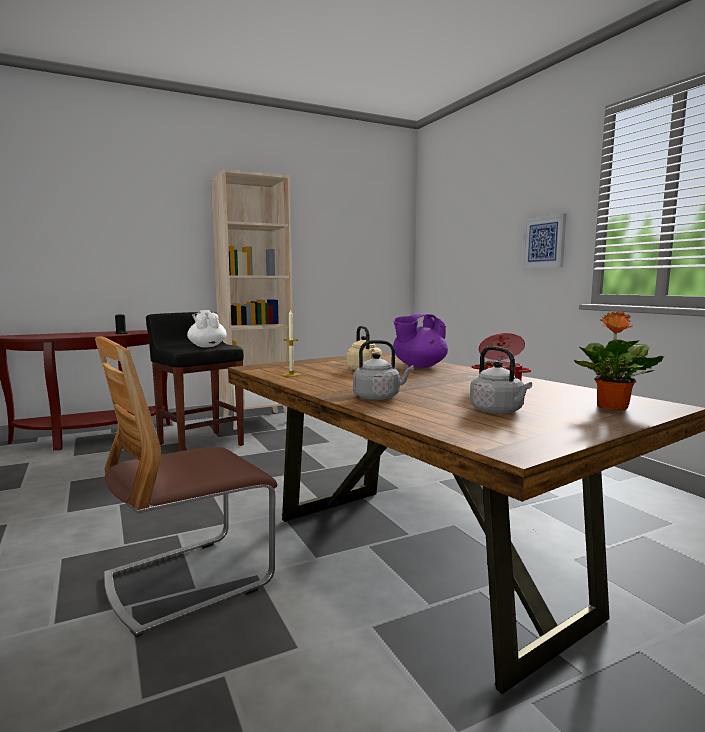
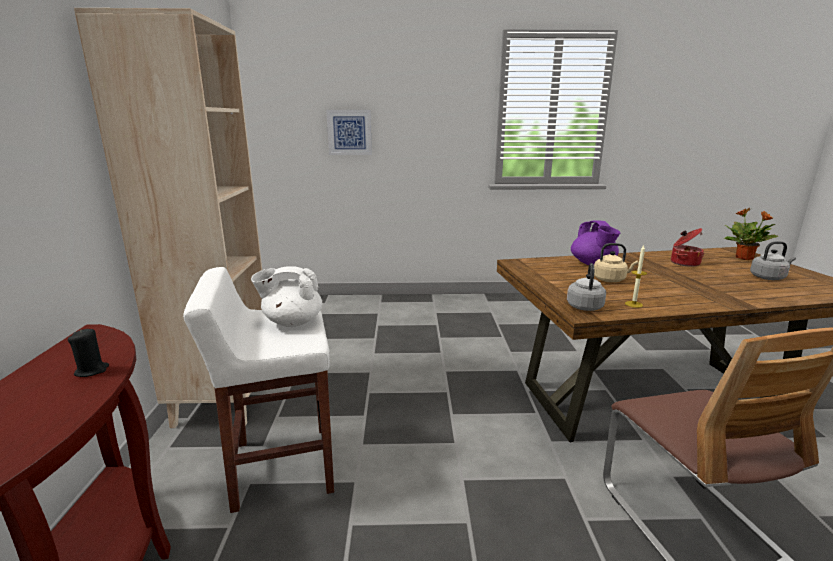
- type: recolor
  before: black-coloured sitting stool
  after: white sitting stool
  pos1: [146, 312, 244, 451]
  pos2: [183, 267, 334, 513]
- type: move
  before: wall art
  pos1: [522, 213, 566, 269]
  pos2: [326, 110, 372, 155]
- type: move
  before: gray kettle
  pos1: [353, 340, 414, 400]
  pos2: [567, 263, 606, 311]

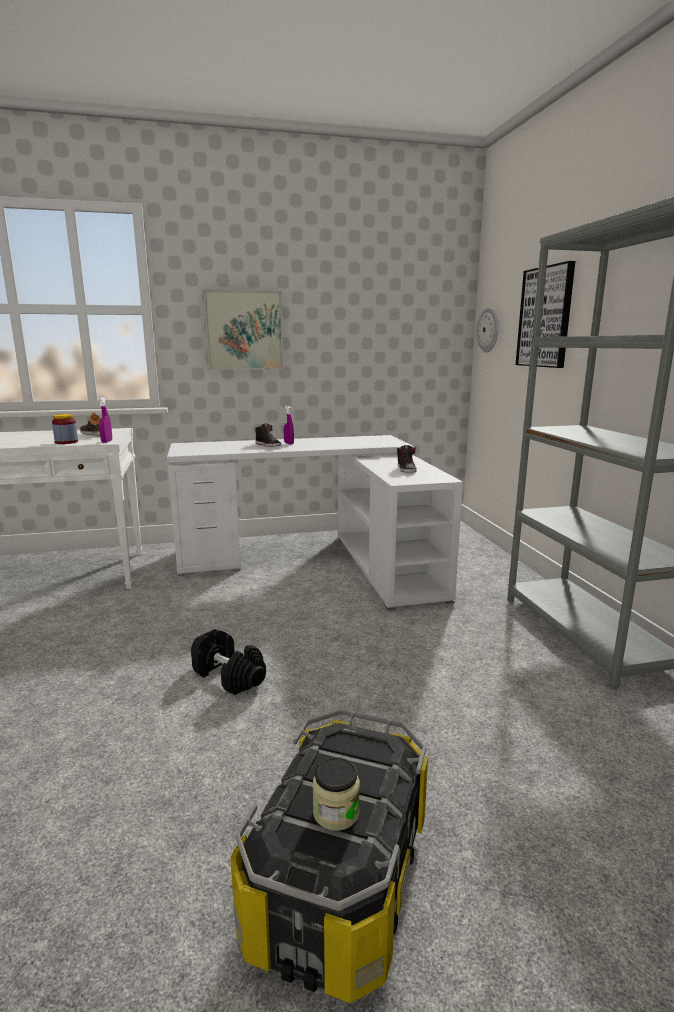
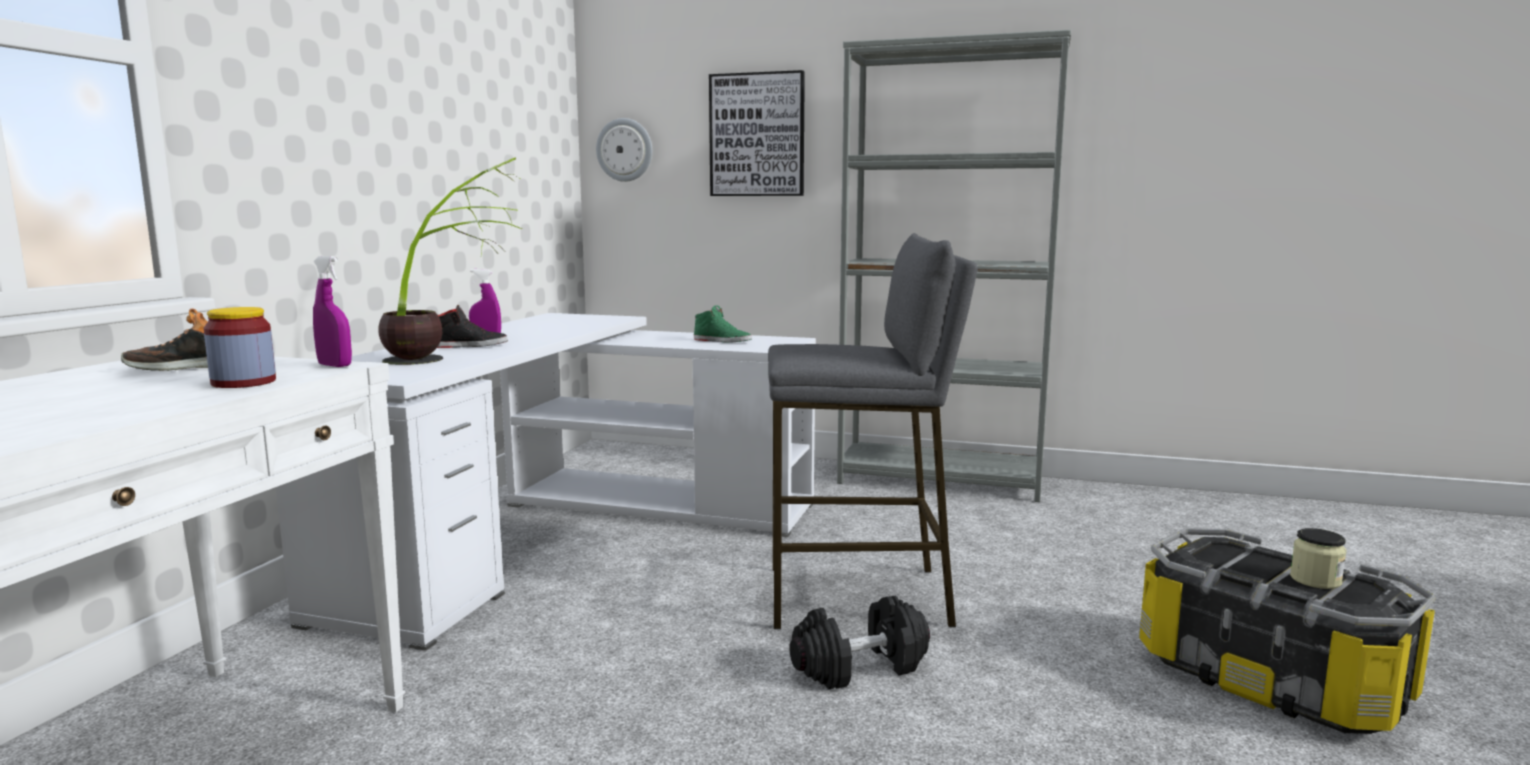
- type: insert
  after: houseplant
  pos2: [379, 157, 522, 365]
- type: recolor
  before: black-coloured low shoe
  after: greenish low shoe
  pos1: [397, 445, 417, 473]
  pos2: [694, 305, 752, 343]
- type: insert
  after: gray sitting stool
  pos2: [768, 233, 978, 629]
- type: delete
  before: wall art
  pos1: [204, 290, 284, 370]

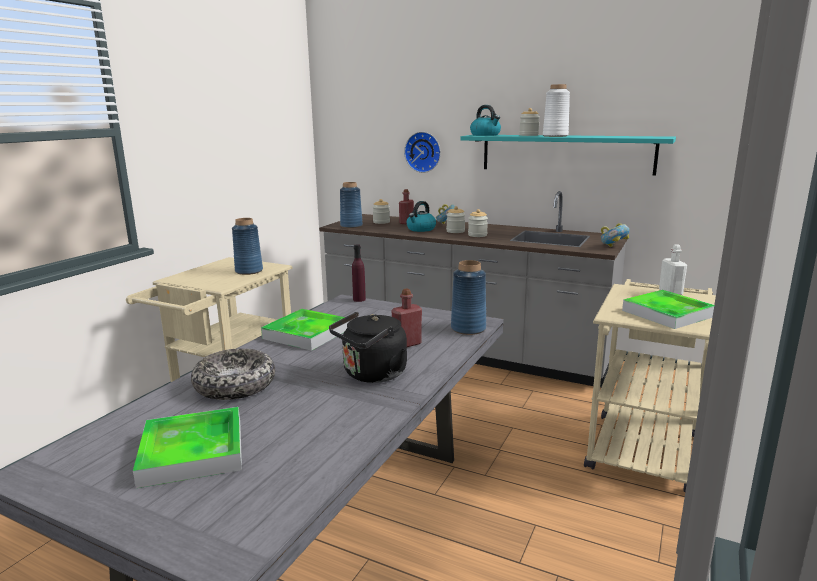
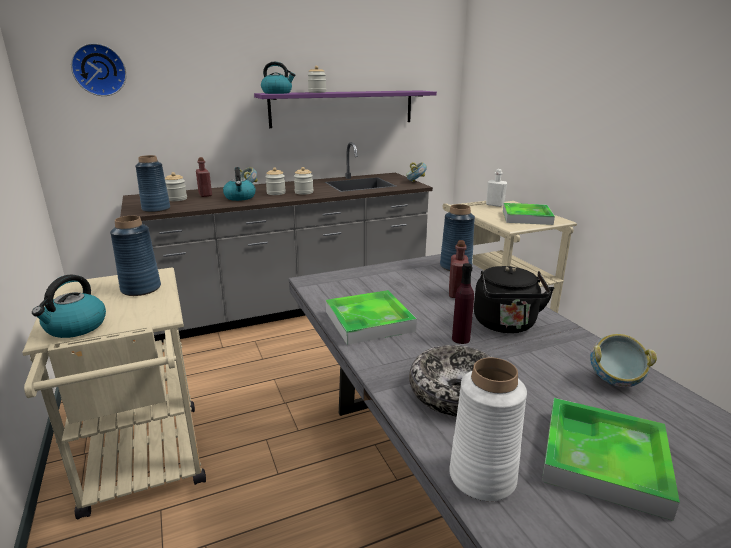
- type: insert
  after: kettle
  pos2: [32, 274, 106, 338]
- type: move
  before: clock on the wall
  pos1: [404, 132, 441, 173]
  pos2: [71, 43, 126, 96]
- type: recolor
  before: turquoise-coloured shelf
  after: purple-coloured shelf
  pos1: [460, 135, 676, 176]
  pos2: [254, 90, 437, 128]
- type: move
  before: white flower vase
  pos1: [543, 84, 570, 137]
  pos2: [449, 358, 527, 501]
- type: move
  before: purple-coloured drink bottle
  pos1: [352, 244, 366, 302]
  pos2: [452, 263, 474, 344]
- type: insert
  after: serving bowl
  pos2: [590, 334, 657, 387]

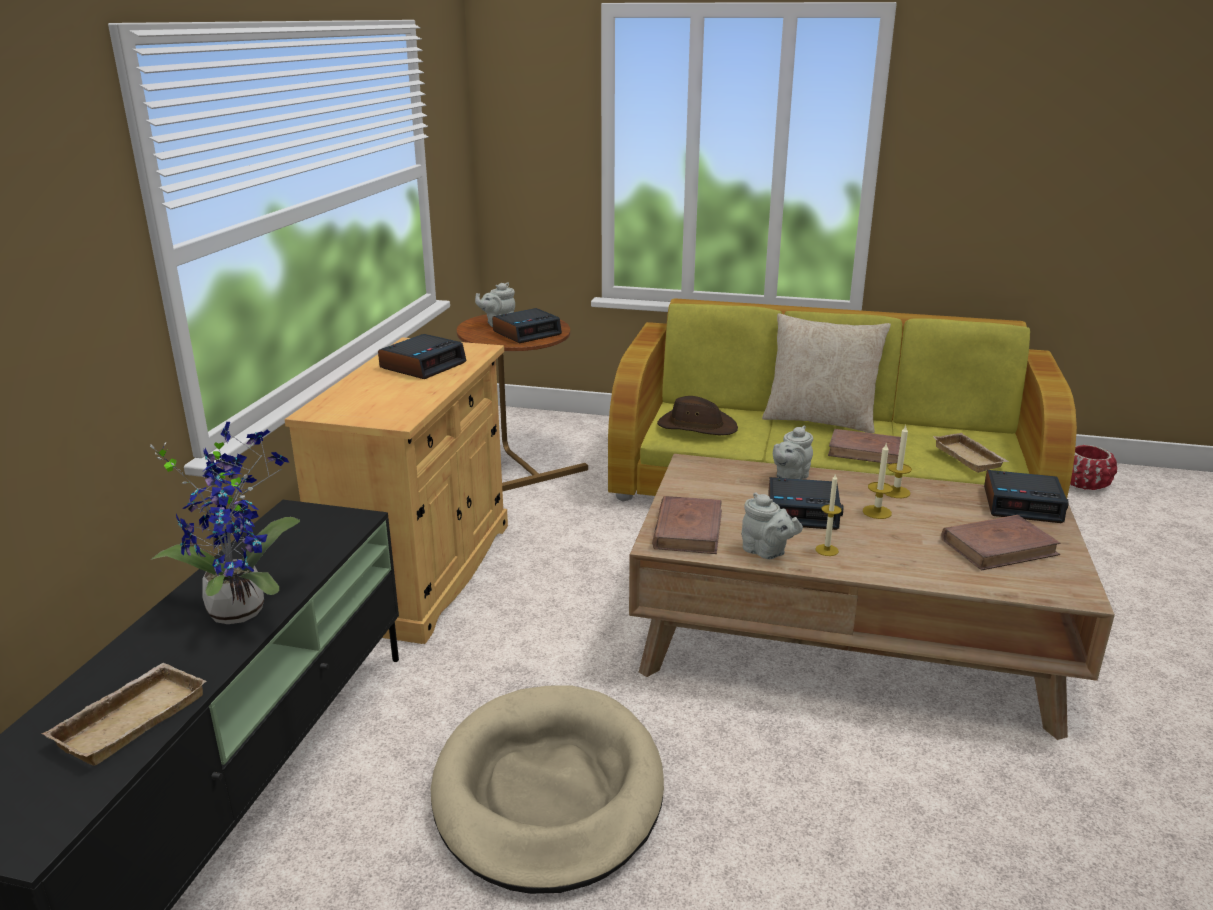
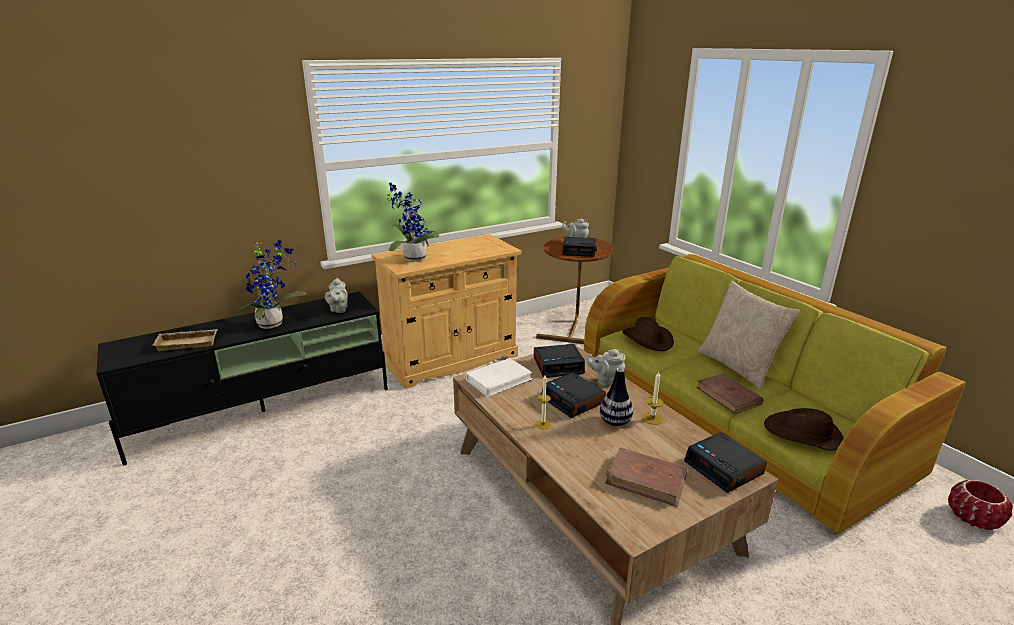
- type: move
  before: gray pot for tea
  pos1: [742, 492, 803, 559]
  pos2: [325, 277, 348, 313]
- type: insert
  after: houseplant
  pos2: [387, 183, 439, 262]
- type: recolor
  before: brownish bound book
  after: white bound book
  pos1: [652, 496, 722, 554]
  pos2: [466, 358, 533, 397]
- type: move
  before: alarm clock
  pos1: [378, 334, 467, 379]
  pos2: [534, 344, 585, 378]
- type: replace
  before: candle
  after: flower vase
  pos1: [863, 442, 893, 519]
  pos2: [600, 368, 633, 426]
- type: replace
  before: beige-coloured tray
  after: brownish wearable hat
  pos1: [933, 433, 1009, 473]
  pos2: [764, 408, 844, 451]
- type: delete
  before: beige-coloured pet bed
  pos1: [431, 686, 664, 894]

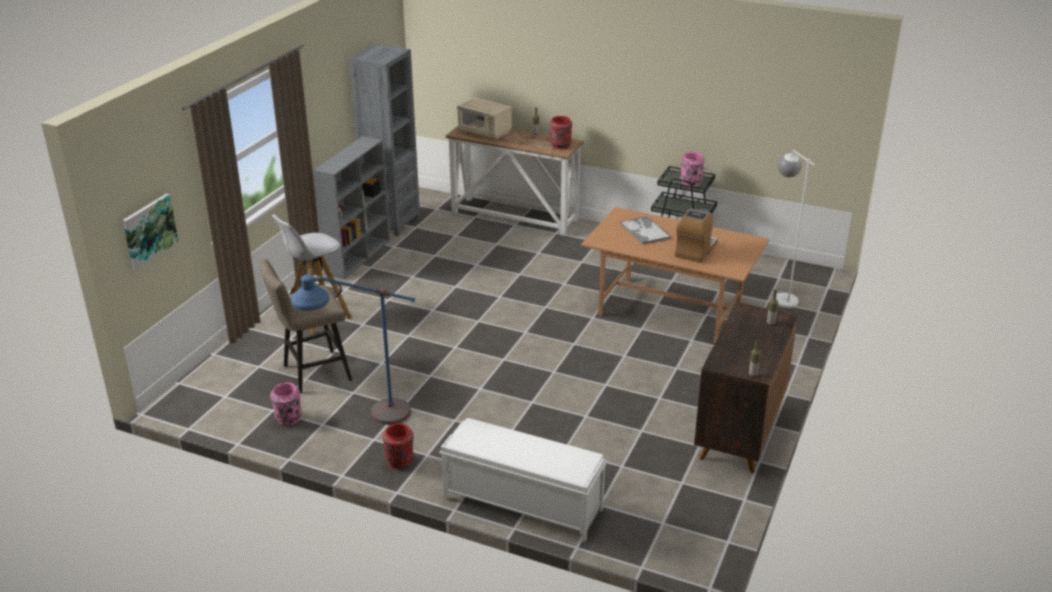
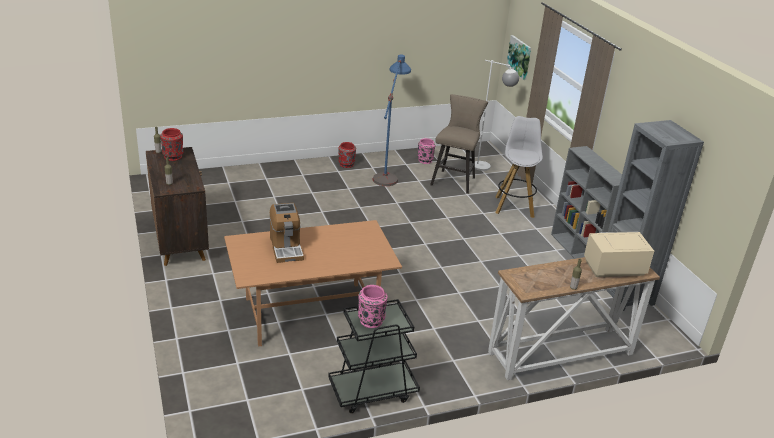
- type: move
  before: red flower vase
  pos1: [549, 116, 572, 149]
  pos2: [160, 128, 183, 161]
- type: move
  before: white standing lamp
  pos1: [772, 150, 815, 308]
  pos2: [475, 60, 519, 171]
- type: delete
  before: white long seat
  pos1: [439, 418, 607, 542]
- type: delete
  before: tray
  pos1: [620, 216, 671, 245]

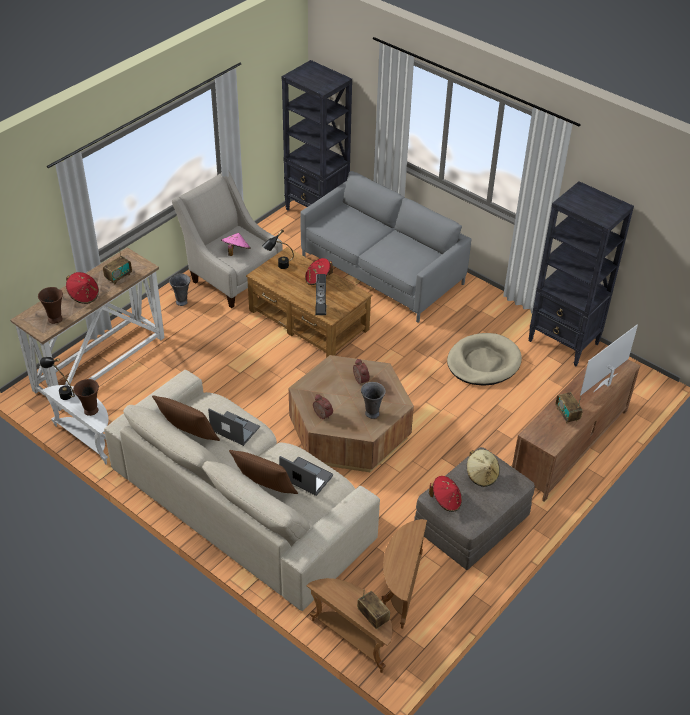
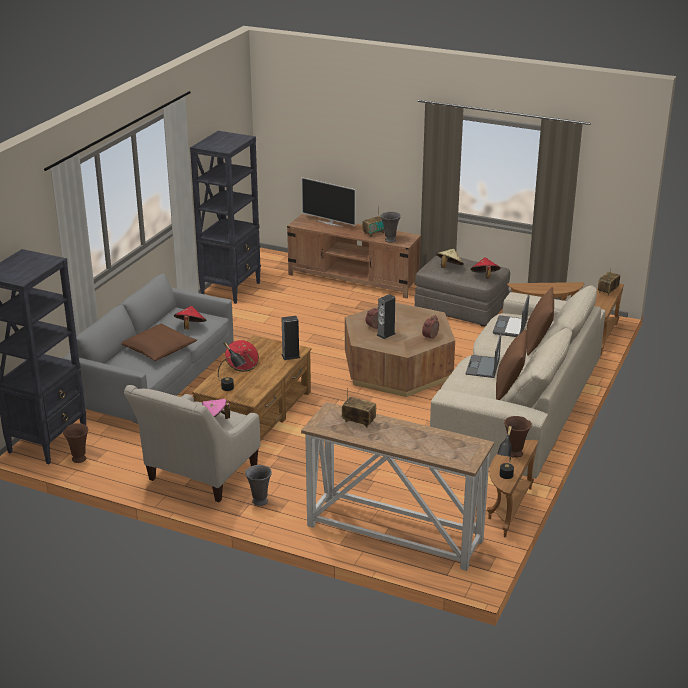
- type: move
  before: brownish flower vase
  pos1: [38, 287, 63, 324]
  pos2: [63, 423, 88, 463]
- type: insert
  after: brownish cushion
  pos2: [122, 324, 197, 361]
- type: move
  before: red wearable hat
  pos1: [66, 272, 99, 304]
  pos2: [174, 306, 206, 330]
- type: insert
  after: audio speaker
  pos2: [377, 294, 395, 339]
- type: move
  before: gray flower vase
  pos1: [361, 382, 386, 419]
  pos2: [381, 212, 401, 243]
- type: recolor
  before: white accent table
  after: brownish accent table
  pos1: [42, 385, 109, 464]
  pos2: [487, 440, 539, 537]
- type: delete
  before: beige-coloured pet bed
  pos1: [447, 333, 522, 386]

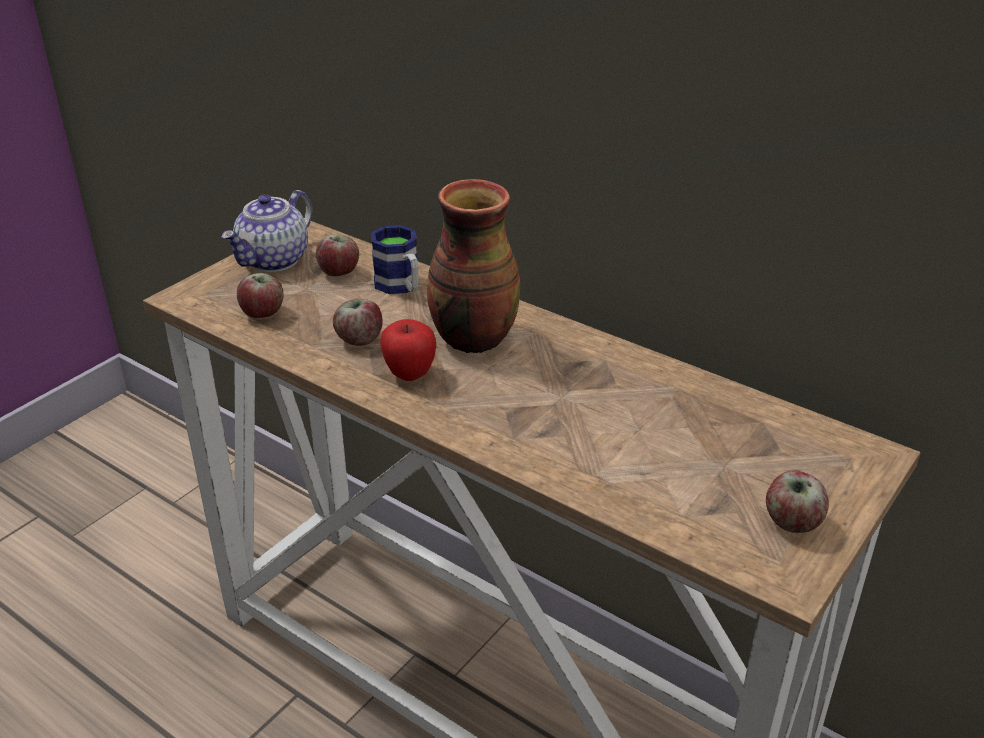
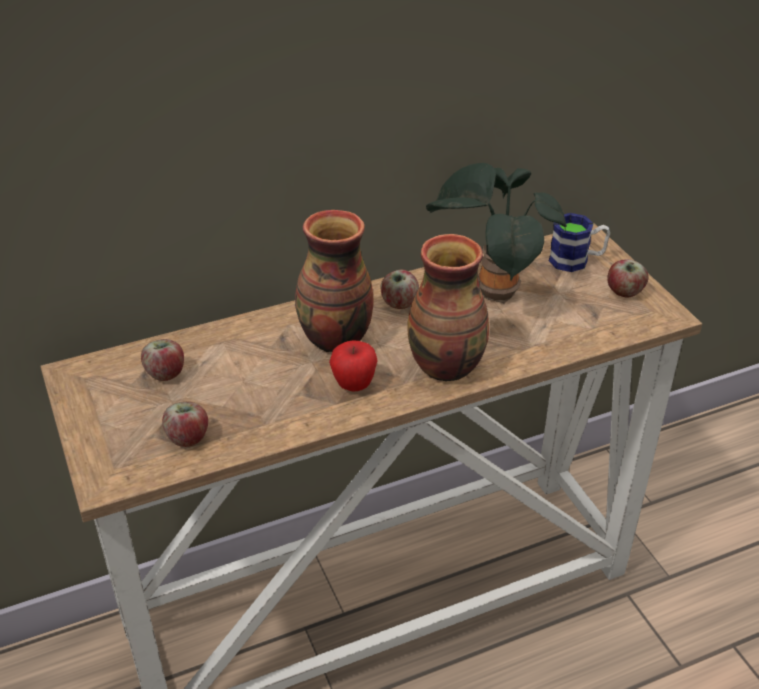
- type: move
  before: apple
  pos1: [333, 299, 383, 346]
  pos2: [381, 270, 419, 309]
- type: insert
  after: flower vase
  pos2: [407, 234, 489, 381]
- type: insert
  after: houseplant
  pos2: [426, 163, 567, 303]
- type: move
  before: coffee mug
  pos1: [371, 225, 419, 294]
  pos2: [549, 213, 610, 272]
- type: delete
  before: pot for tea
  pos1: [222, 190, 312, 272]

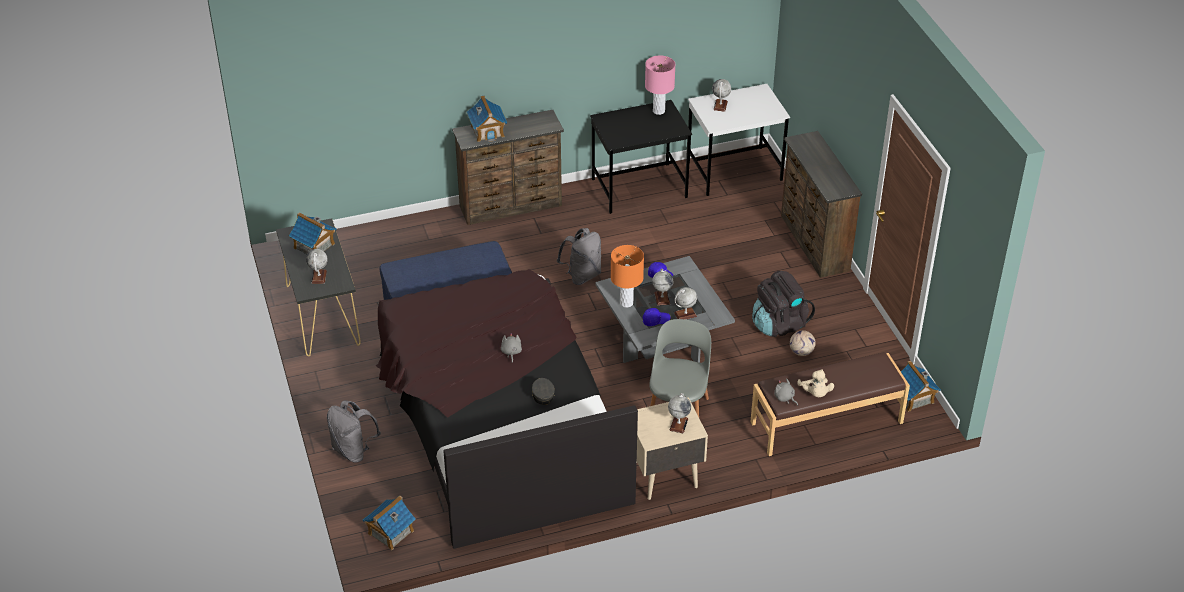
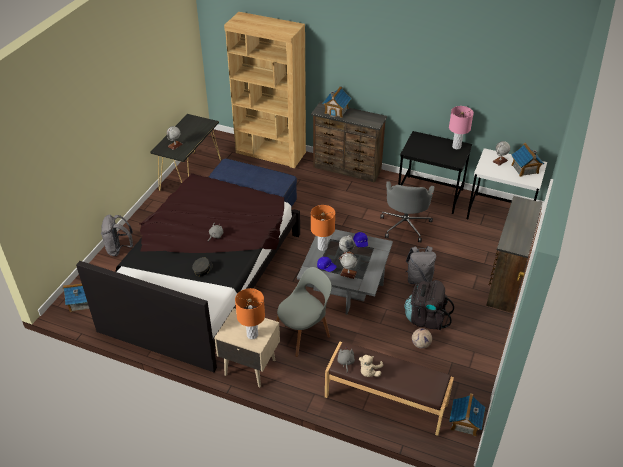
- type: insert
  after: brownish shelving unit
  pos2: [224, 12, 306, 168]
- type: replace
  before: globe
  after: orangey table lamp
  pos1: [668, 393, 691, 434]
  pos2: [235, 288, 265, 339]
- type: insert
  after: gray computer chair
  pos2: [380, 181, 434, 242]
- type: move
  before: gray knapsack
  pos1: [557, 228, 601, 285]
  pos2: [405, 246, 436, 284]
- type: move
  before: model house
  pos1: [289, 212, 337, 254]
  pos2: [511, 143, 544, 177]

